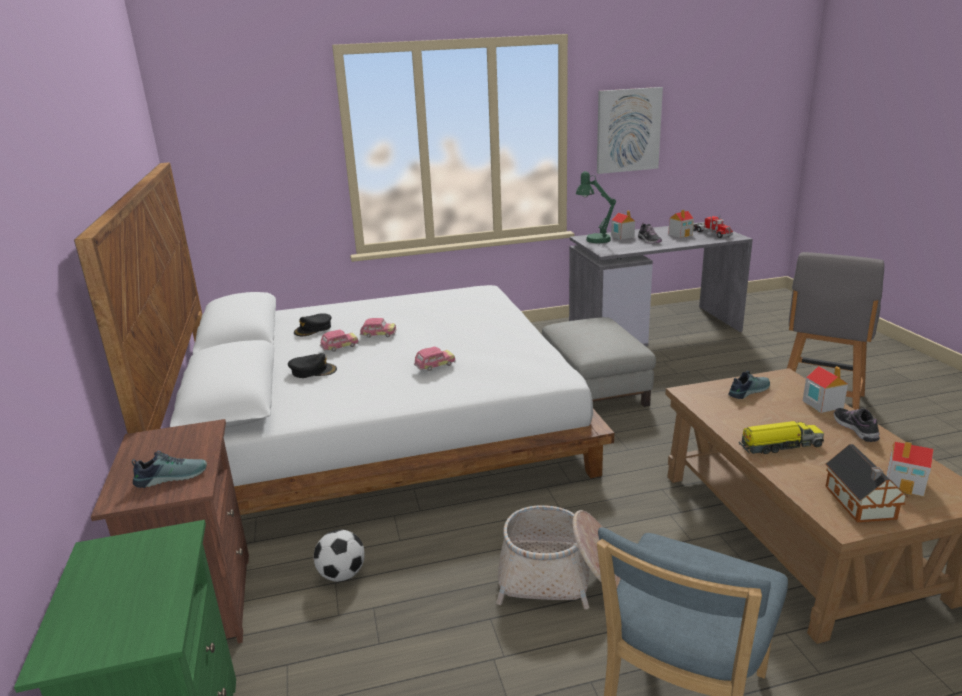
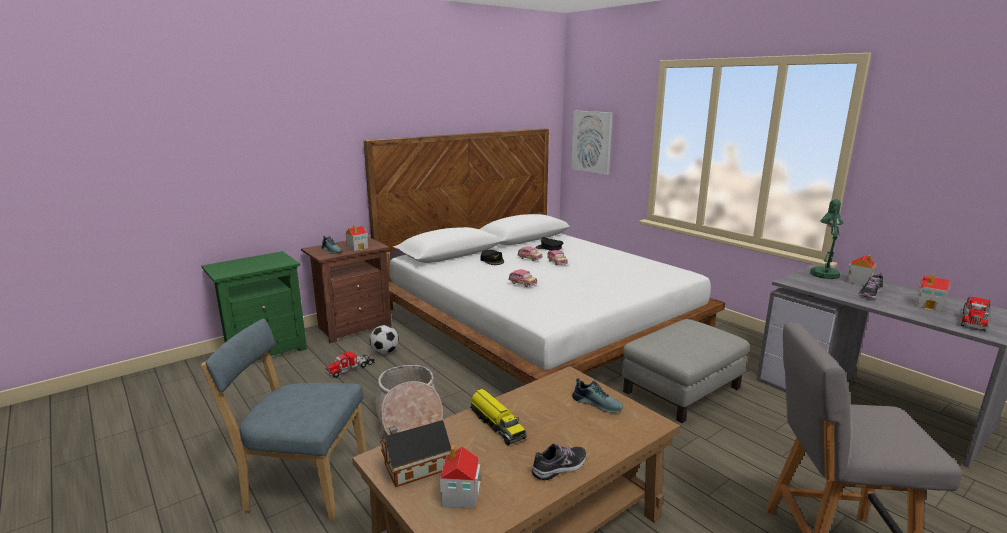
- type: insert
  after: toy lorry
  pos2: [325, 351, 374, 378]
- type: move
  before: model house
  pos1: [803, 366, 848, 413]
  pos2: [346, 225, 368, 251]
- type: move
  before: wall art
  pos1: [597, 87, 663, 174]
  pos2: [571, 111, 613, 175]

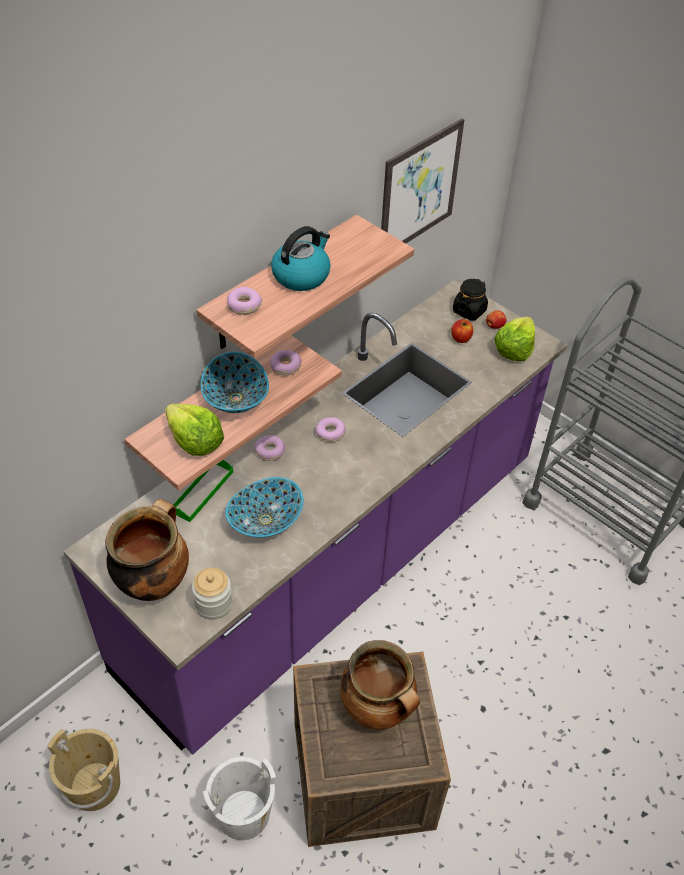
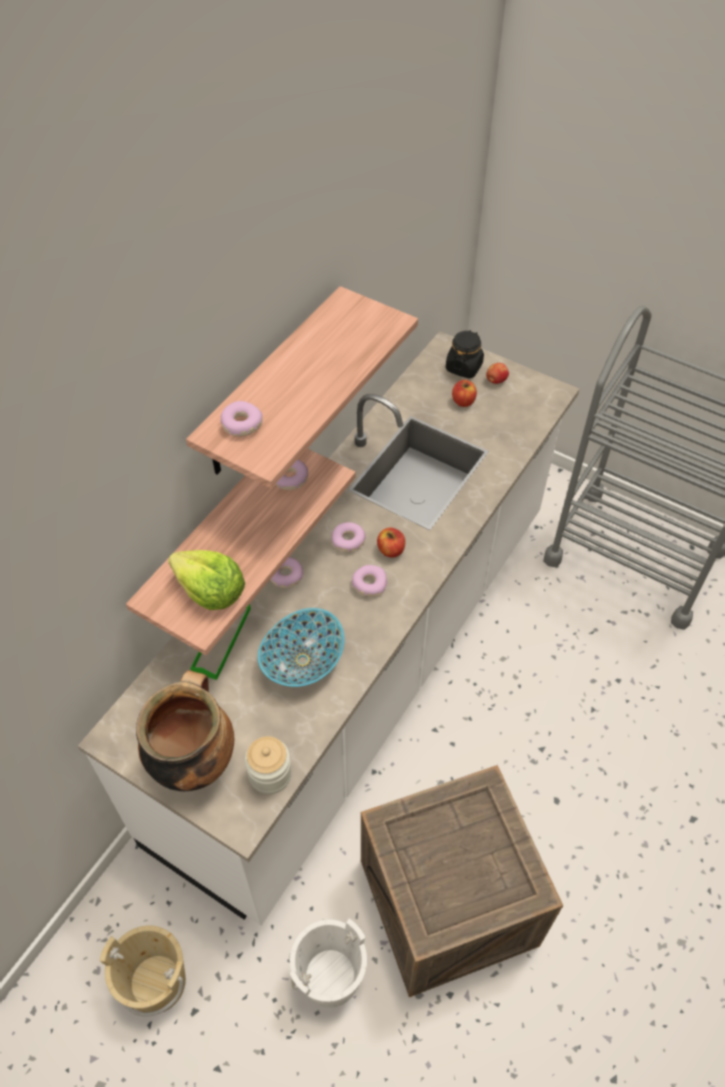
- type: recolor
  before: purple-coloured kitchen counter
  after: white kitchen counter
  pos1: [63, 279, 567, 755]
  pos2: [78, 331, 579, 926]
- type: insert
  after: ring doughnut
  pos2: [352, 565, 387, 597]
- type: insert
  after: apple
  pos2: [377, 527, 405, 558]
- type: delete
  before: serving bowl
  pos1: [201, 352, 269, 413]
- type: delete
  before: kettle
  pos1: [271, 226, 331, 291]
- type: delete
  before: stockpot
  pos1: [340, 640, 420, 730]
- type: delete
  before: wall art
  pos1: [381, 118, 465, 243]
- type: delete
  before: lettuce
  pos1: [494, 317, 535, 361]

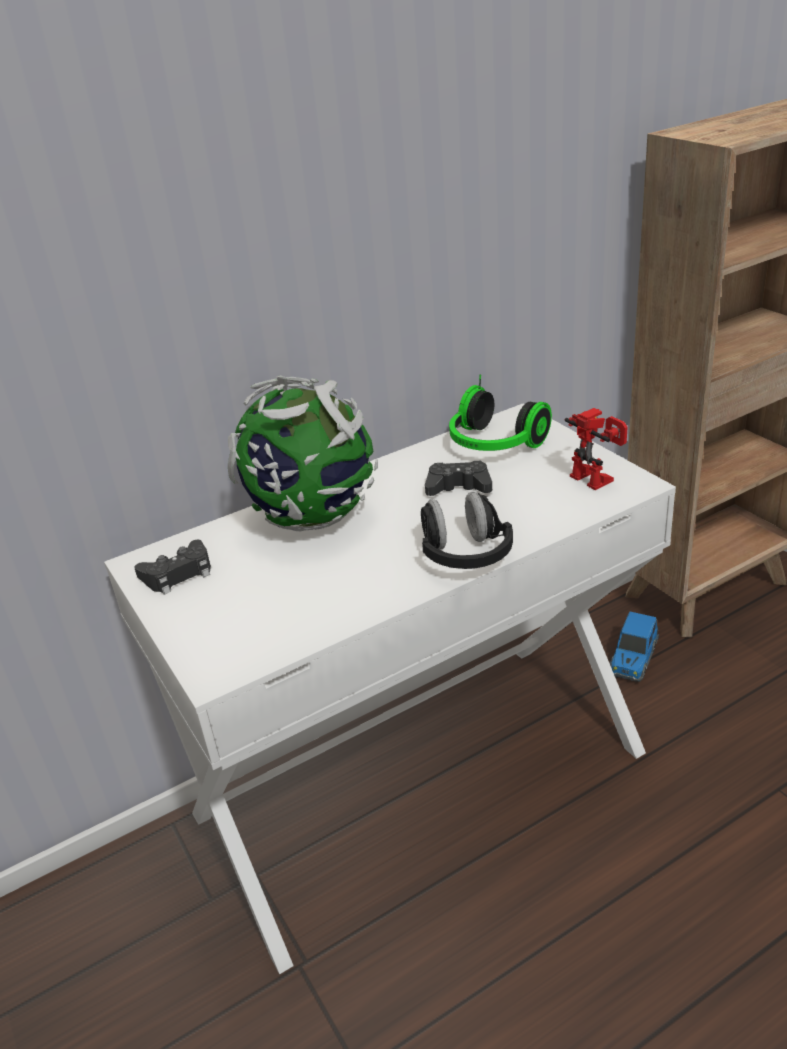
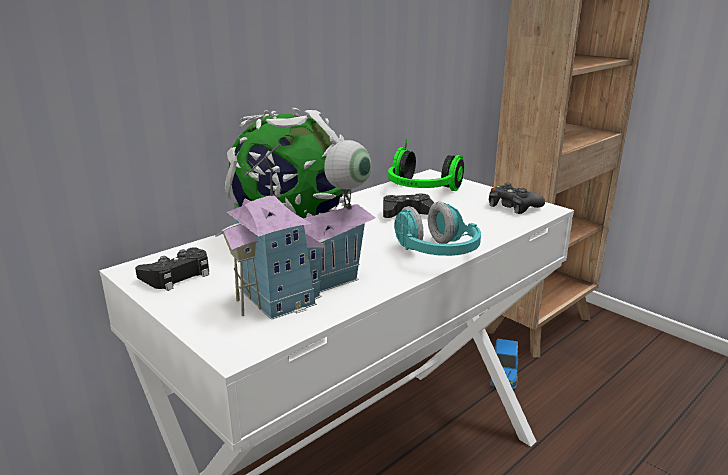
- type: insert
  after: model house
  pos2: [215, 140, 376, 320]
- type: recolor
  before: black-coloured pair of headphones
  after: turquoise-coloured pair of headphones
  pos1: [421, 492, 513, 569]
  pos2: [395, 202, 481, 256]
- type: replace
  before: model robot
  after: black-coloured game controller
  pos1: [565, 408, 627, 490]
  pos2: [489, 183, 545, 214]

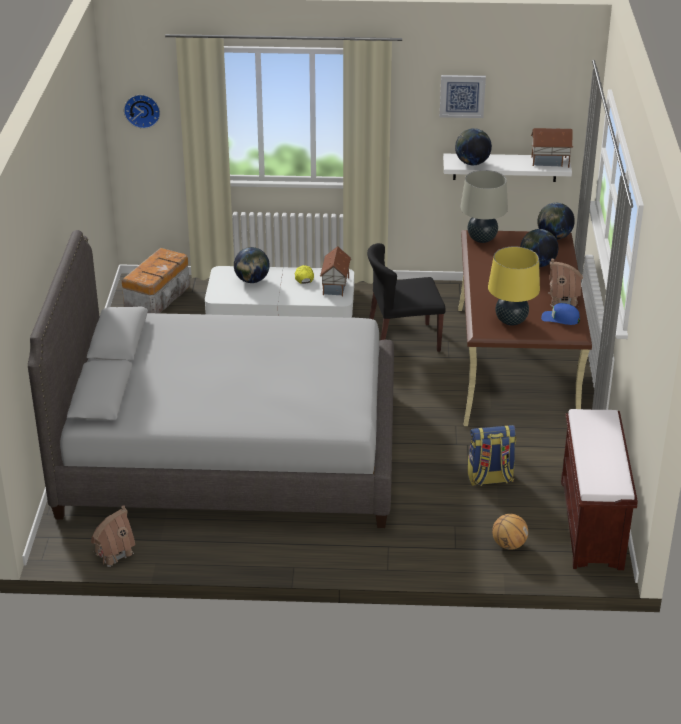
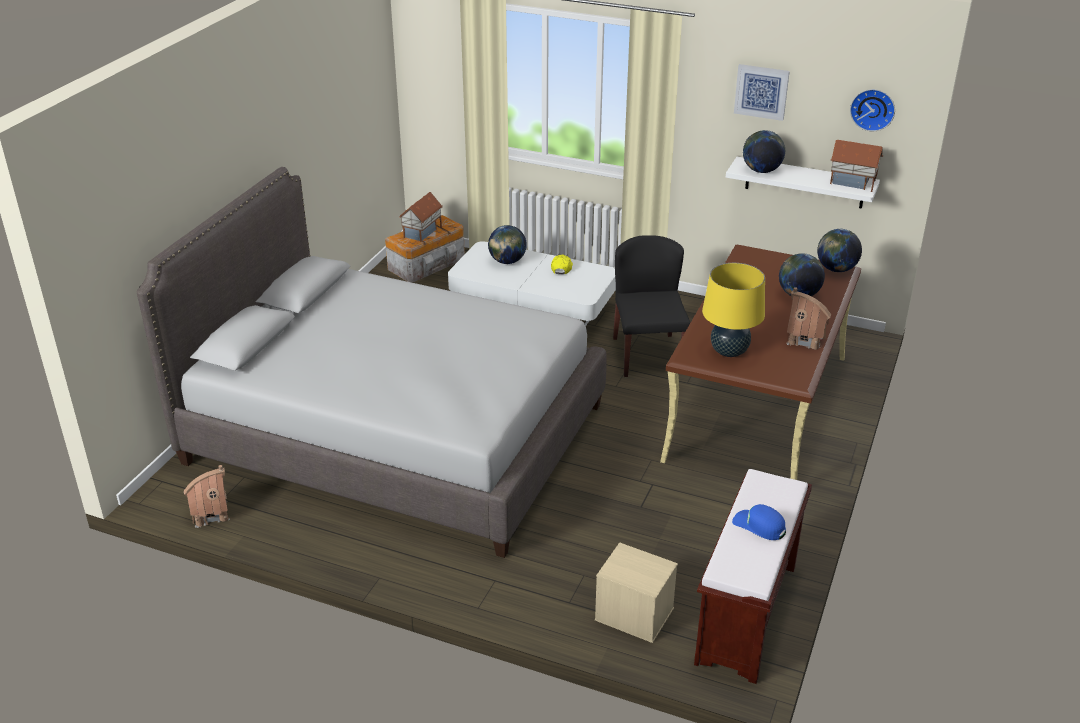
- type: move
  before: model house
  pos1: [320, 246, 351, 296]
  pos2: [399, 192, 443, 242]
- type: replace
  before: basketball ball
  after: beige-coloured storage bin
  pos1: [492, 514, 528, 550]
  pos2: [595, 542, 678, 643]
- type: rotate
  before: black-coloured upright chair
  pos1: [367, 243, 446, 352]
  pos2: [613, 235, 691, 377]
  turn: 75
- type: move
  before: bluish peaked cap
  pos1: [541, 303, 580, 325]
  pos2: [732, 504, 786, 540]
- type: move
  before: clock on the wall
  pos1: [124, 95, 160, 129]
  pos2: [850, 89, 895, 131]
- type: delete
  before: beige-coloured table lamp
  pos1: [460, 170, 508, 243]
- type: delete
  before: knapsack
  pos1: [468, 425, 516, 486]

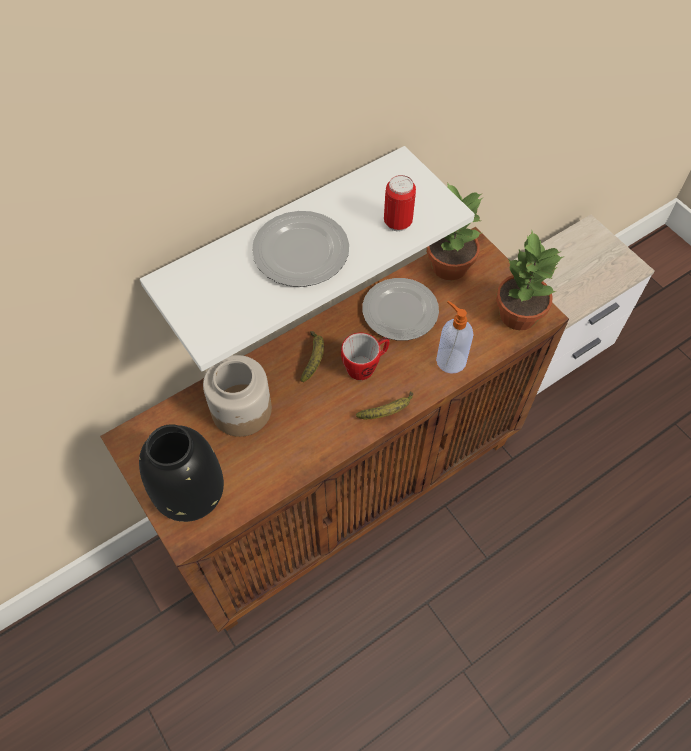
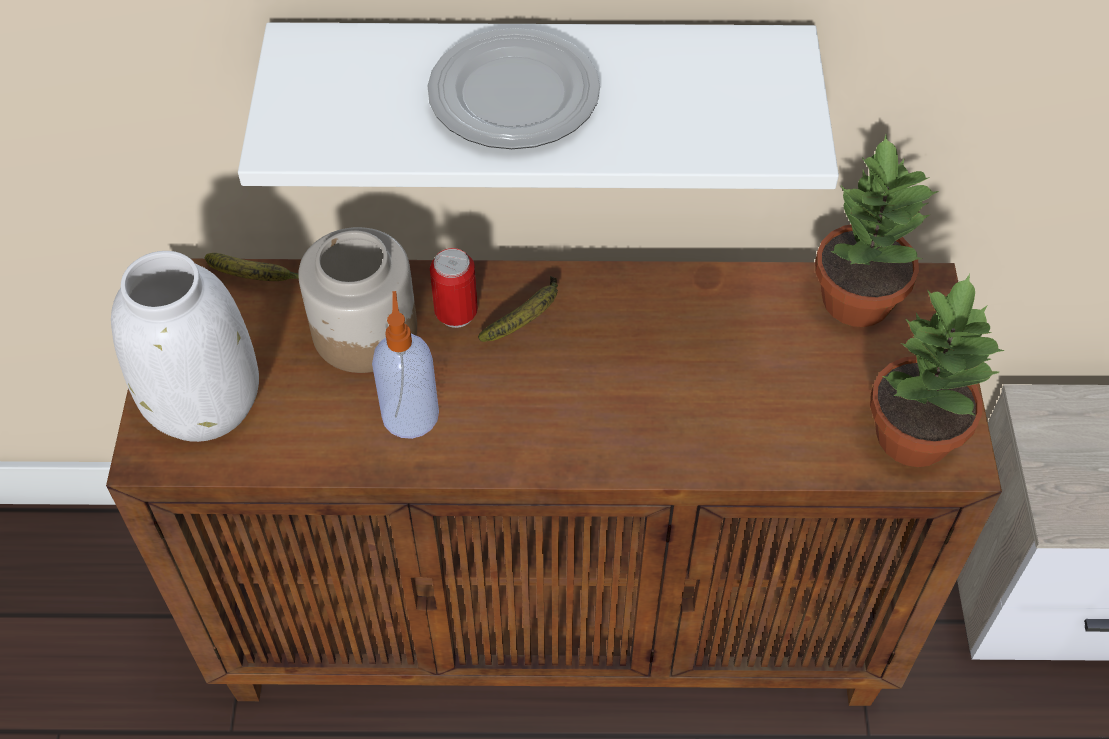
- type: recolor
  before: black-coloured flower vase
  after: white flower vase
  pos1: [139, 424, 224, 522]
  pos2: [111, 251, 259, 442]
- type: move
  before: banana
  pos1: [356, 391, 413, 419]
  pos2: [205, 253, 299, 281]
- type: move
  before: soap dispenser
  pos1: [436, 301, 474, 374]
  pos2: [372, 291, 439, 439]
- type: move
  before: metal can
  pos1: [384, 175, 416, 231]
  pos2: [430, 248, 478, 328]
- type: delete
  before: coffee mug
  pos1: [341, 333, 390, 380]
- type: delete
  before: flat dish
  pos1: [362, 278, 439, 341]

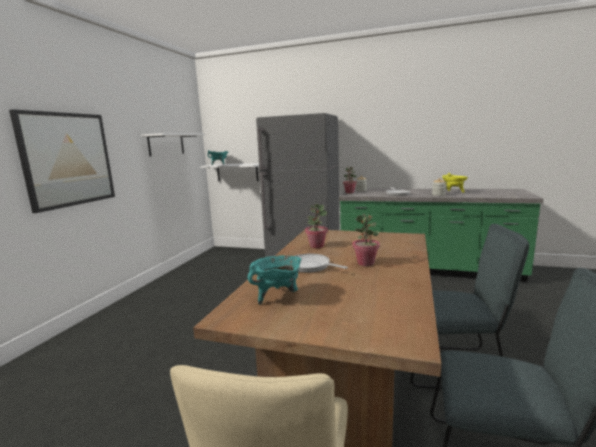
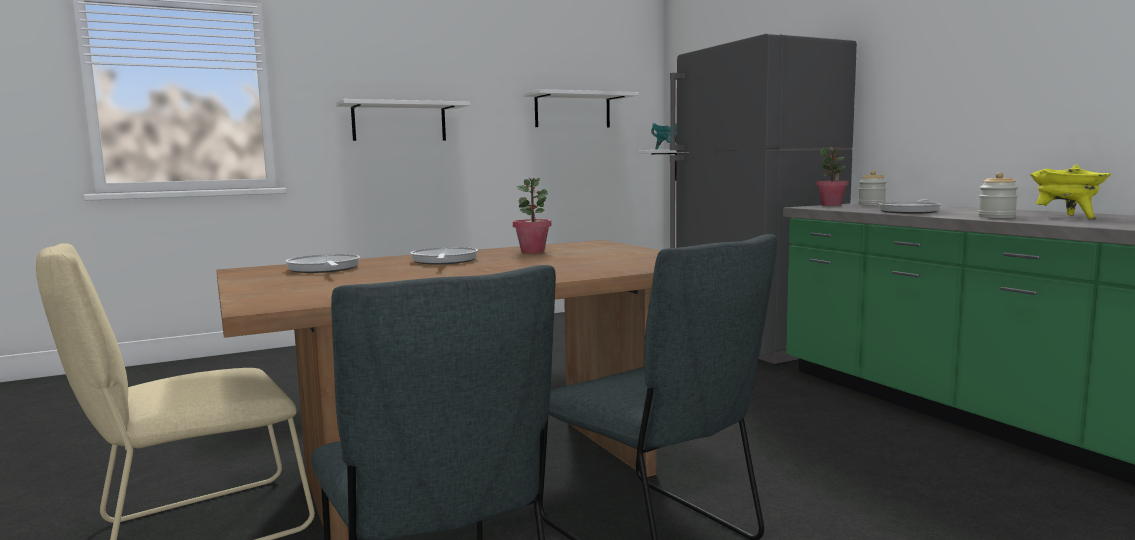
- type: replace
  before: turquoise-coloured stockpot
  after: skillet
  pos1: [247, 255, 301, 305]
  pos2: [286, 254, 360, 273]
- type: replace
  before: wall art
  after: white shelf
  pos1: [9, 109, 115, 213]
  pos2: [336, 99, 470, 141]
- type: delete
  before: houseplant
  pos1: [353, 214, 380, 266]

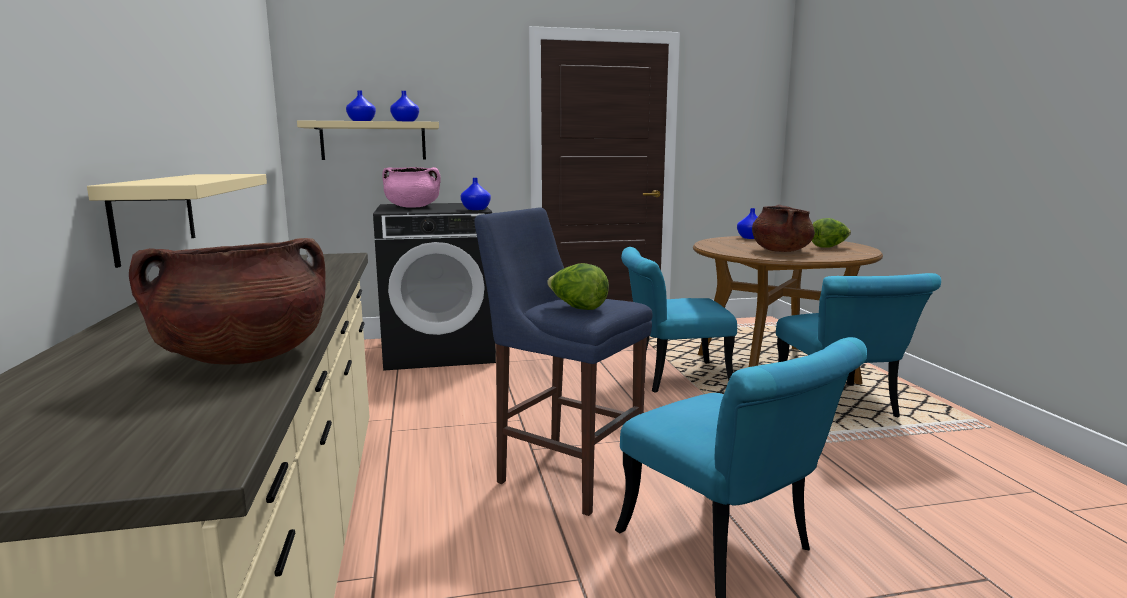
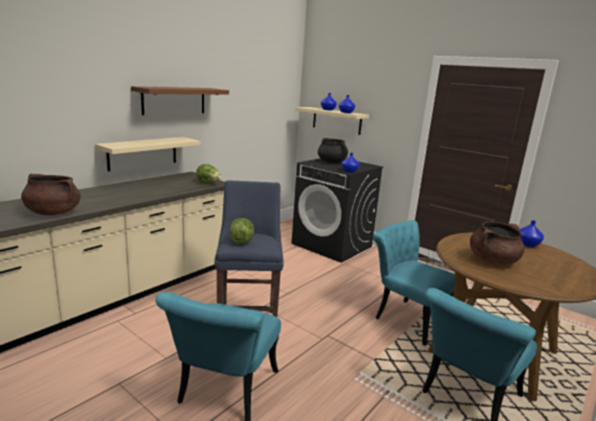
- type: insert
  after: brownish shelf
  pos2: [131, 86, 229, 115]
- type: move
  before: lettuce
  pos1: [812, 218, 851, 248]
  pos2: [196, 164, 222, 183]
- type: recolor
  before: pink-coloured stockpot
  after: black-coloured stockpot
  pos1: [382, 167, 441, 208]
  pos2: [318, 138, 348, 163]

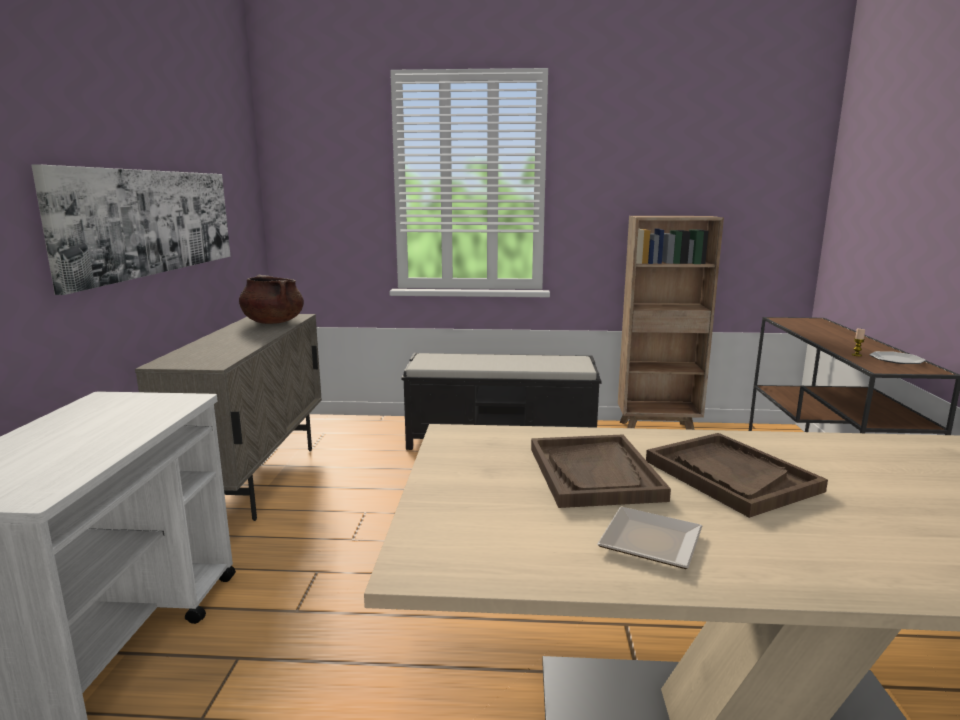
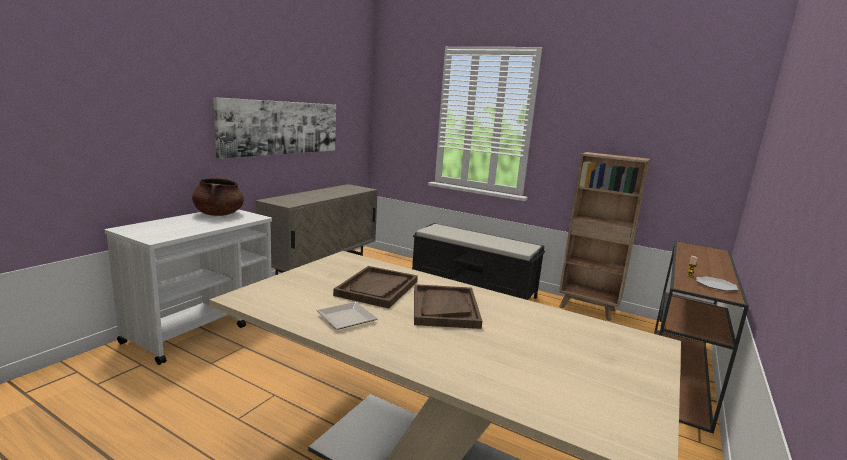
- type: move
  before: brownish stockpot
  pos1: [239, 275, 304, 324]
  pos2: [192, 176, 244, 216]

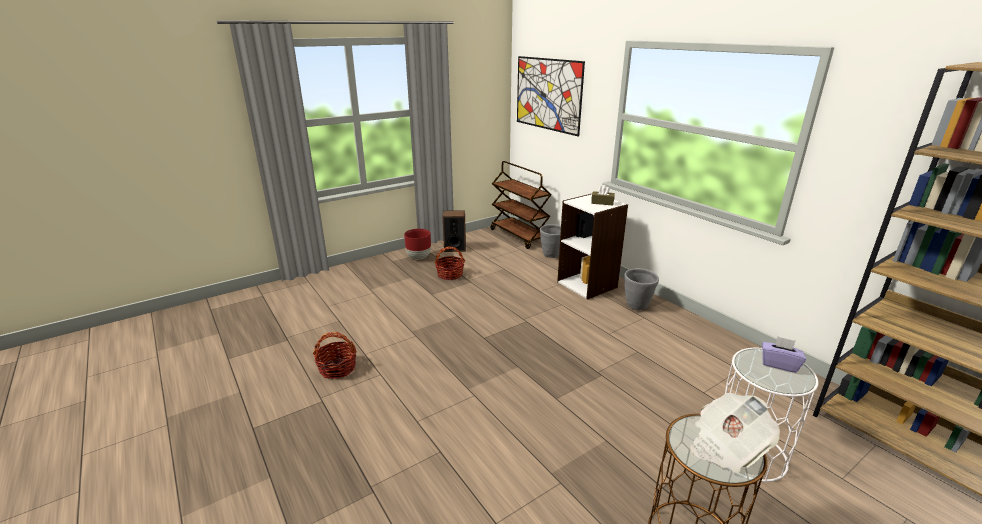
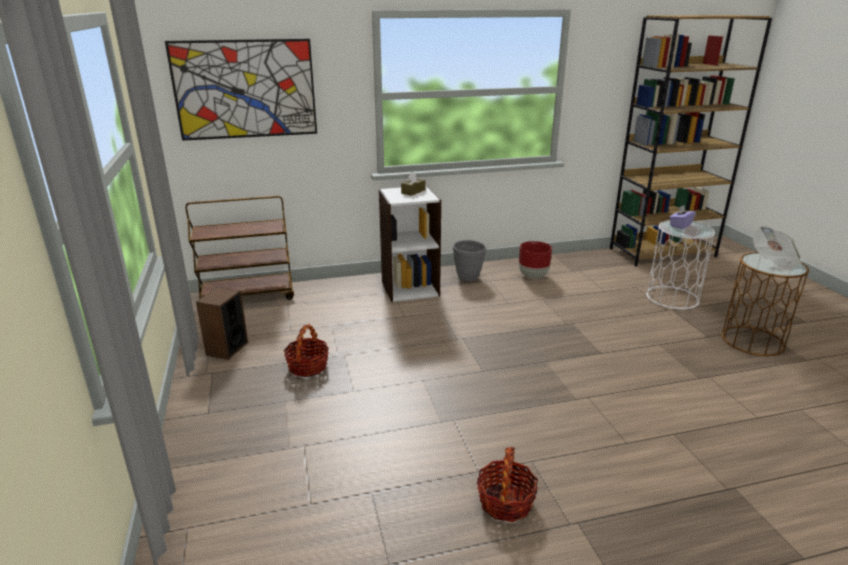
- type: move
  before: red flower pot
  pos1: [404, 229, 431, 259]
  pos2: [519, 241, 552, 279]
- type: delete
  before: gray flower pot
  pos1: [540, 224, 561, 258]

